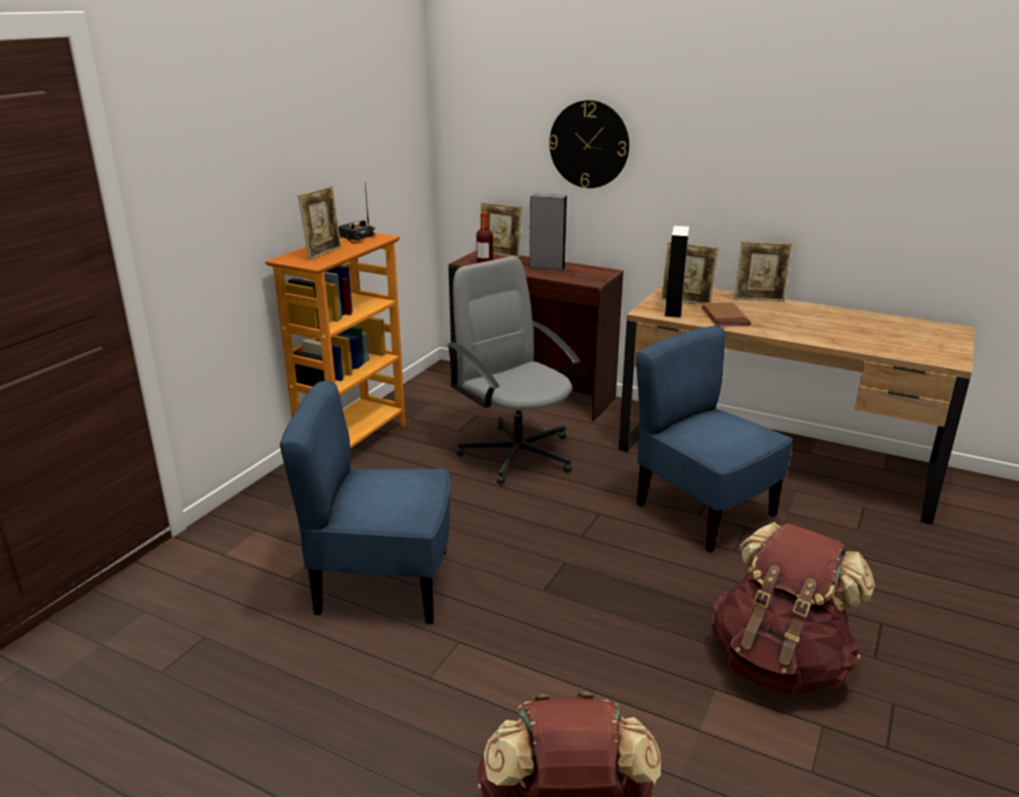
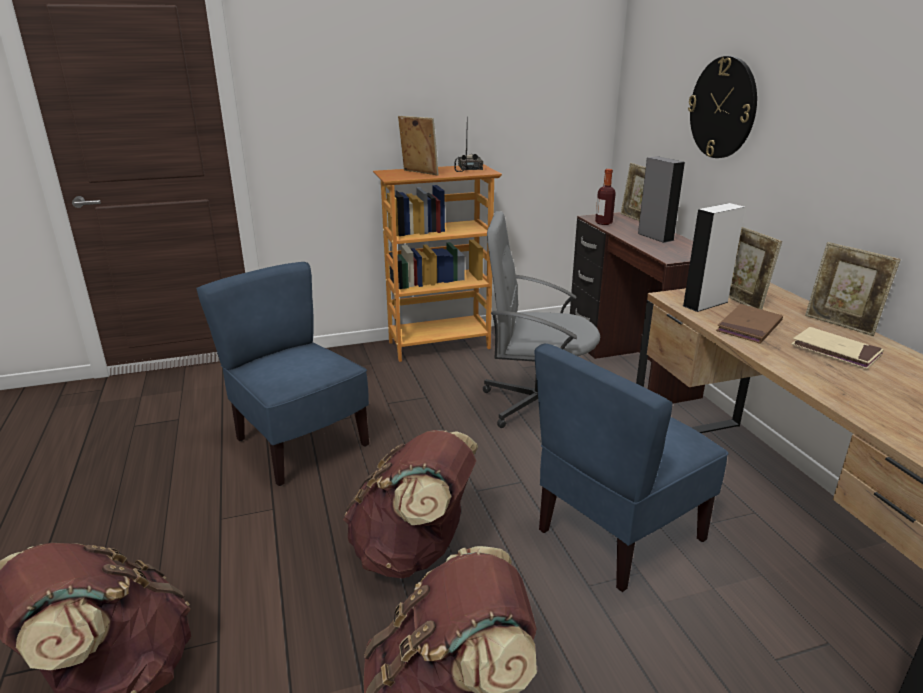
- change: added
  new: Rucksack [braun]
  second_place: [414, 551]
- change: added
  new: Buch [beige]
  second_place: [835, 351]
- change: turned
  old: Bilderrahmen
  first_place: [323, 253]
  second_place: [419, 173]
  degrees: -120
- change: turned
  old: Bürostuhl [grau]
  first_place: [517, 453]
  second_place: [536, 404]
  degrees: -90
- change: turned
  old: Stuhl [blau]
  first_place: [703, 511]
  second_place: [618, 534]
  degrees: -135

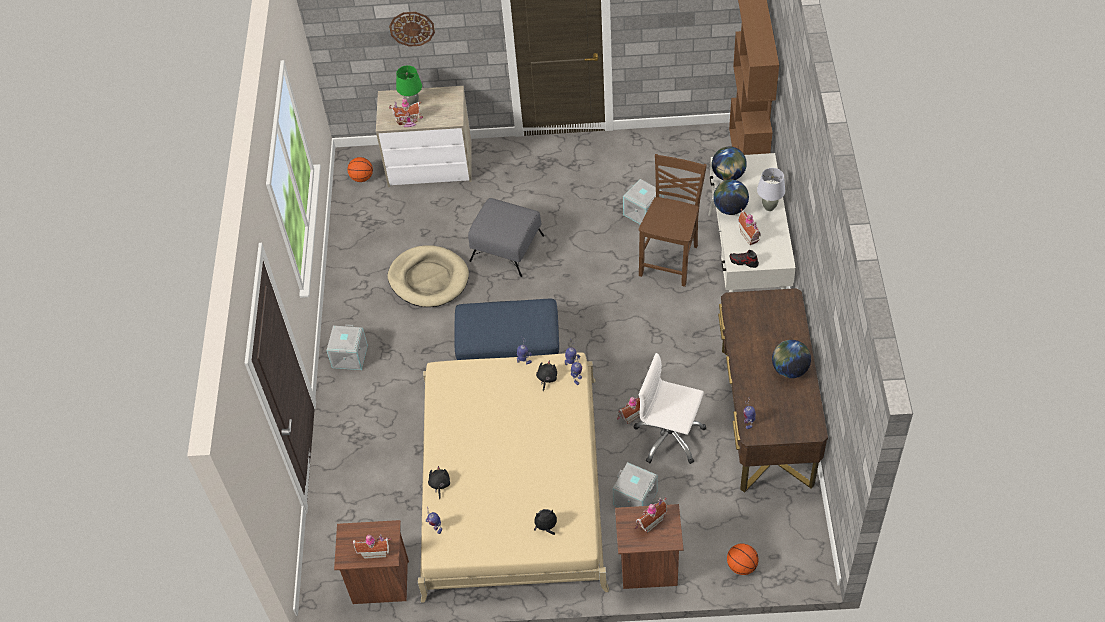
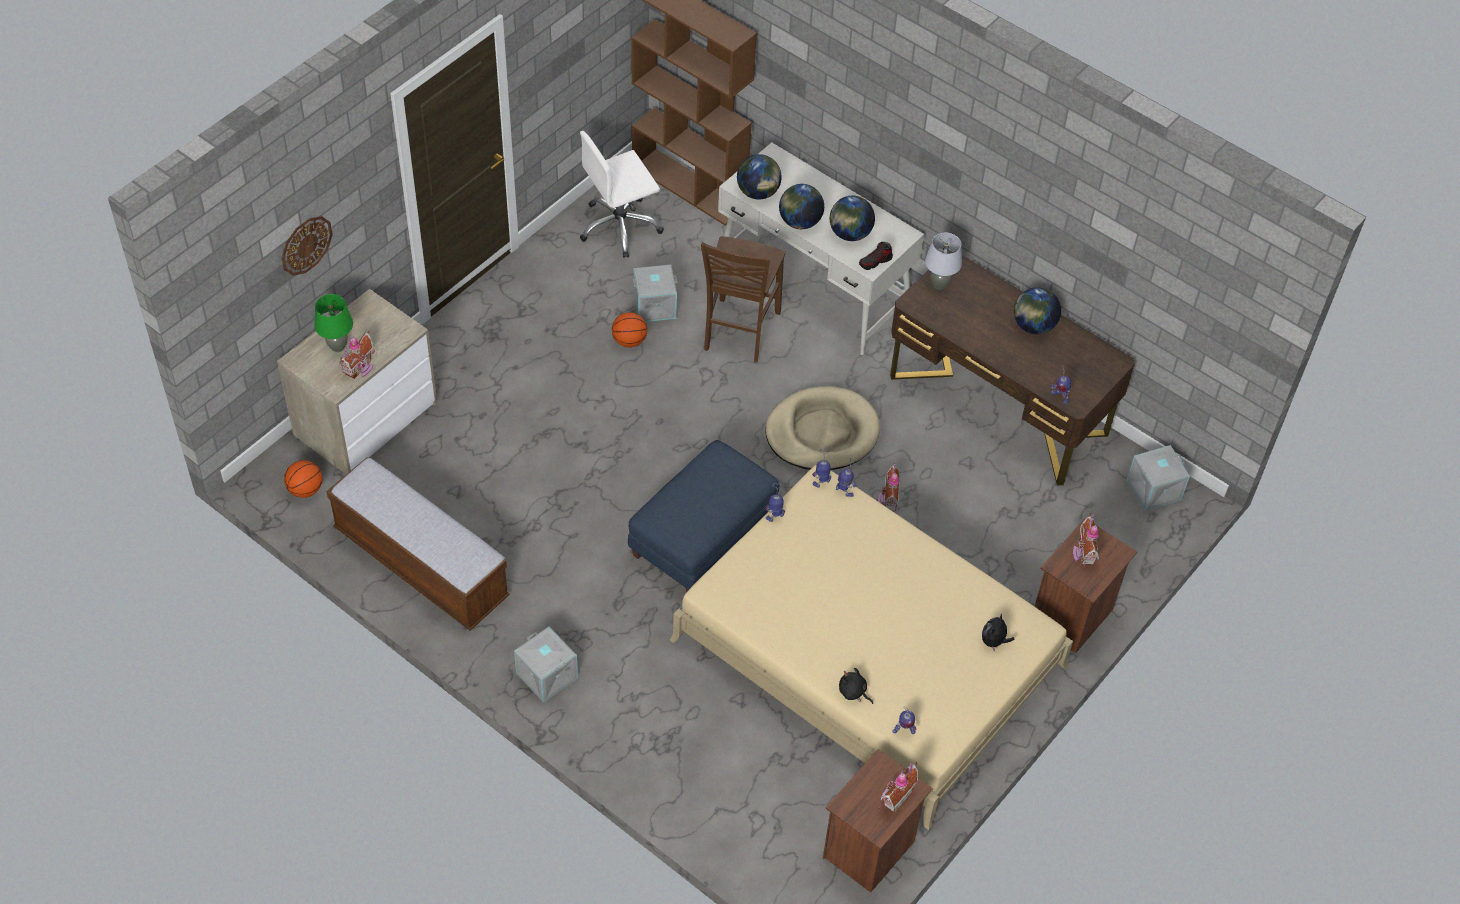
- change: removed
  old: Polsterhocker [grau]
  first_place: [506, 247]
- change: removed
  old: Plüschtier [schwarz]
  first_place: [546, 378]
- change: added
  new: Bank
  second_place: [421, 564]
- change: moved
  old: Hundebett [beige]
  first_place: [429, 279]
  second_place: [822, 432]
- change: moved
  old: Aufbewahrungsbox [grau]
  first_place: [634, 498]
  second_place: [1154, 490]
- change: moved
  old: Bürostuhl [weiß]
  first_place: [669, 437]
  second_place: [620, 227]
- change: moved
  old: Basketball
  first_place: [741, 566]
  second_place: [629, 341]
- change: moved
  old: Tischlampe [grau]
  first_place: [769, 207]
  second_place: [939, 285]
- change: replaced
  old: Spielzeughaus
  new: Globus
  first_place: [750, 236]
  second_place: [850, 234]
- change: turned
  old: Stuhl [braun]
  first_place: [670, 260]
  second_place: [739, 331]
  degrees: -135

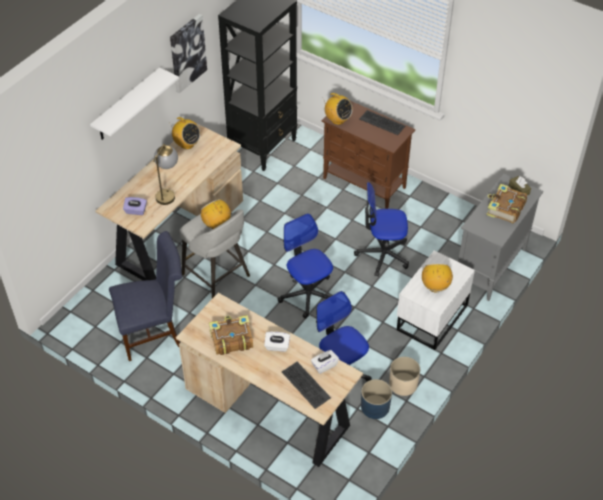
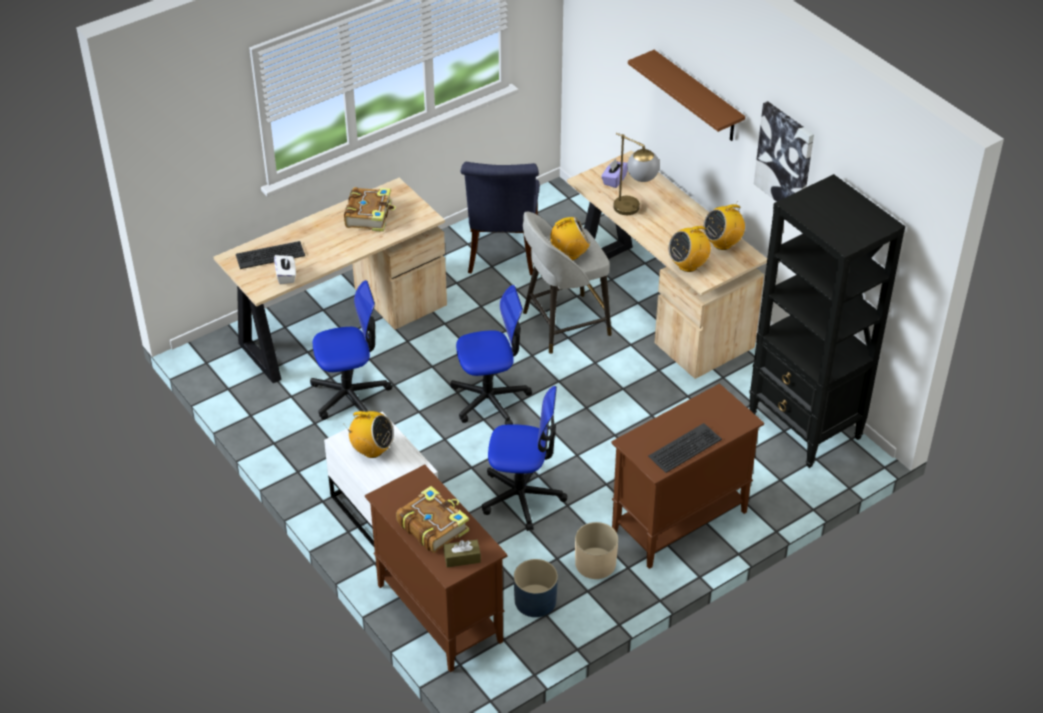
- change: removed
  old: Taschentuchbox [weiß]
  first_place: [277, 346]
- change: moved
  old: Radio
  first_place: [337, 120]
  second_place: [688, 265]
- change: moved
  old: Pflanzkübel [blau]
  first_place: [375, 407]
  second_place: [535, 601]
- change: moved
  old: Pflanzkübel [beige]
  first_place: [403, 384]
  second_place: [595, 563]
- change: recoloured
  old: Wandregal [weiß]
  new: Wandregal [braun]
  first_place: [127, 105]
  second_place: [697, 97]
- change: recoloured
  old: Schrank [grau]
  new: Schrank [braun]
  first_place: [490, 267]
  second_place: [438, 612]
- change: turned
  old: Bürostuhl
  first_place: [382, 255]
  second_place: [522, 496]
  degrees: 75

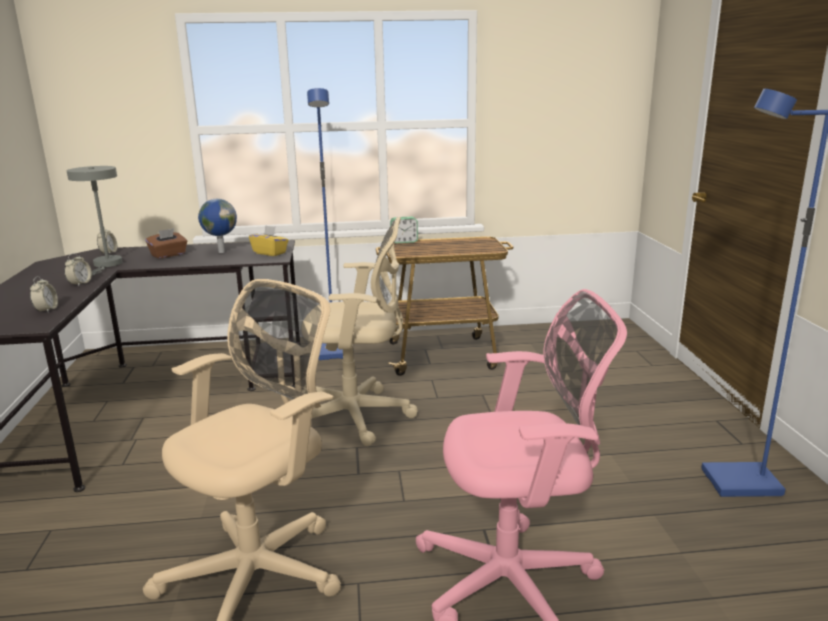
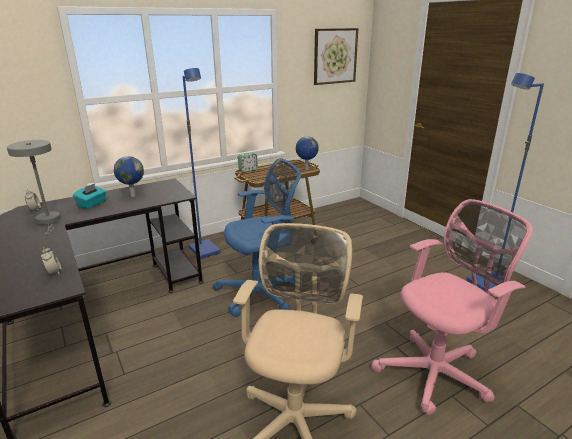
- change: removed
  old: Wecker
  first_place: [80, 284]
- change: removed
  old: Taschentuchbox [gelb]
  first_place: [270, 253]
- change: added
  new: Globus
  second_place: [306, 169]
- change: added
  new: Bild
  second_place: [335, 56]
- change: recoloured
  old: Taschentuchbox [braun]
  new: Taschentuchbox [türkis]
  first_place: [168, 255]
  second_place: [92, 204]
- change: recoloured
  old: Bürostuhl [beige]
  new: Bürostuhl [blau]
  first_place: [357, 416]
  second_place: [261, 293]

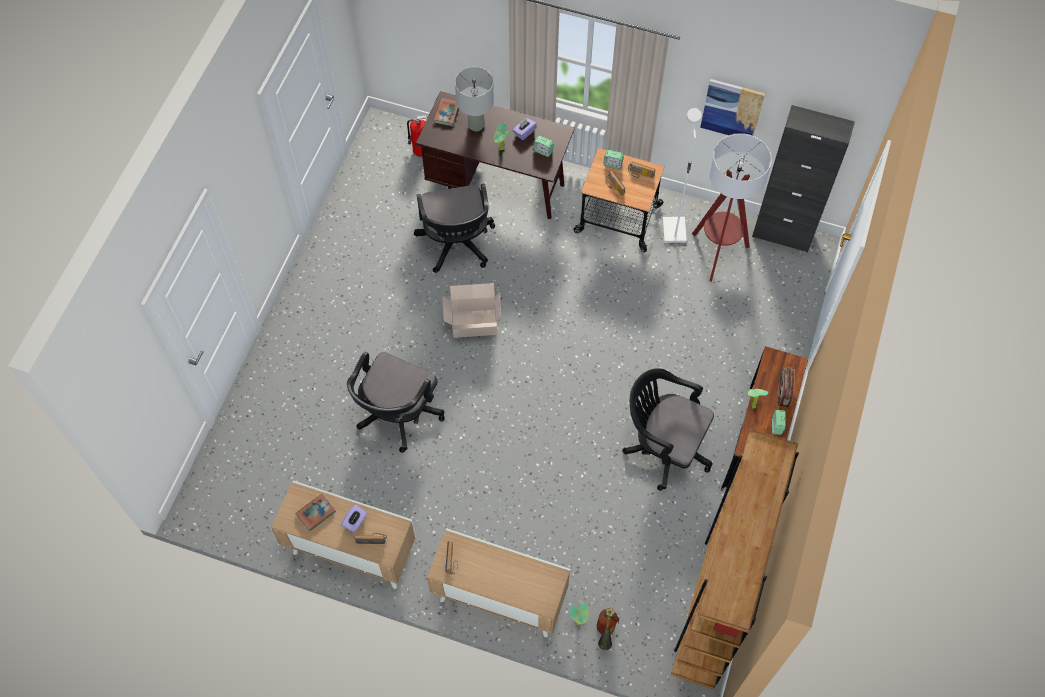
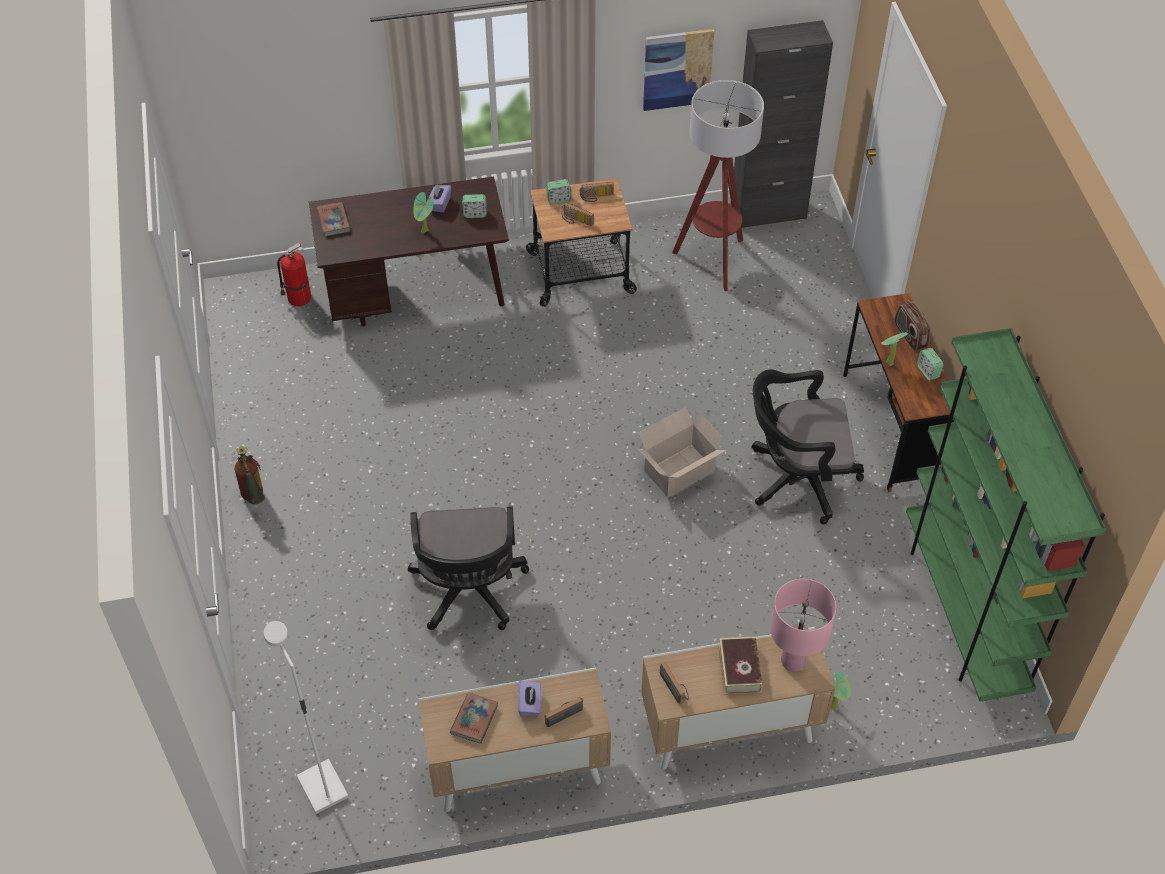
- change: removed
  old: Bürostuhl [schwarz]
  first_place: [457, 245]
- change: removed
  old: Tischlampe [grau]
  first_place: [476, 125]
- change: added
  new: Buch
  second_place: [739, 669]
- change: added
  new: Tischlampe [rosa]
  second_place: [793, 661]
- change: moved
  old: Karton
  first_place: [472, 323]
  second_place: [677, 471]
- change: moved
  old: Feuerlöscher
  first_place: [605, 634]
  second_place: [255, 501]
- change: moved
  old: Stehlampe [weiß]
  first_place: [673, 230]
  second_place: [321, 787]
- change: recoloured
  old: Bücherregal [braun]
  new: Bücherregal [grün]
  first_place: [713, 604]
  second_place: [964, 610]

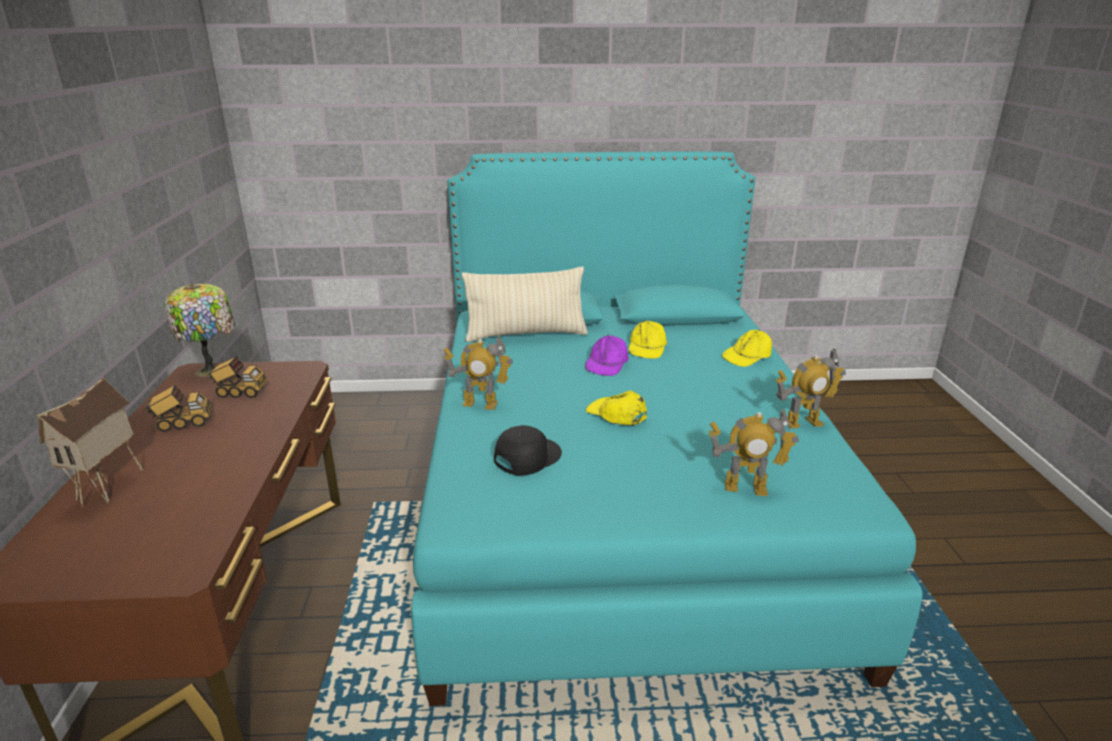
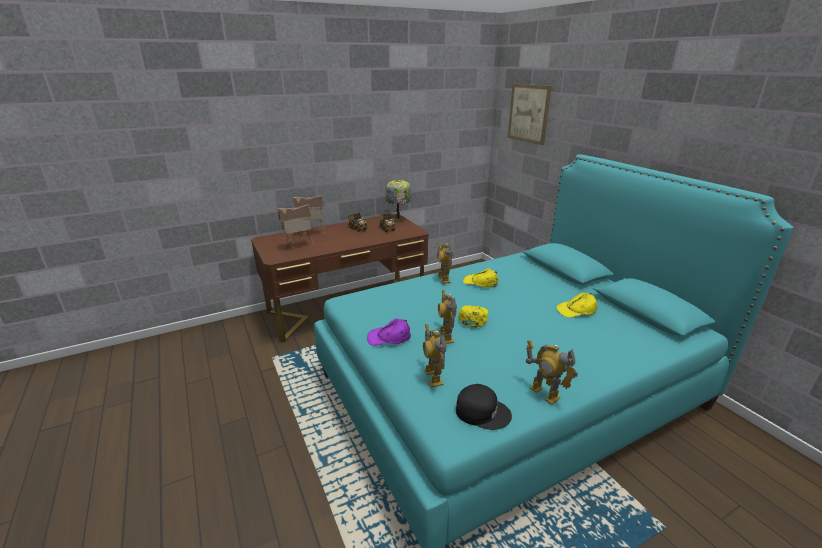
- change: removed
  old: Kissen [beige]
  first_place: [526, 334]
- change: added
  new: Spielzeughaus
  second_place: [299, 246]
- change: added
  new: Spielzeugroboter
  second_place: [446, 336]
- change: added
  new: Bild
  second_place: [528, 113]
- change: moved
  old: Kappe [schwarz]
  first_place: [527, 456]
  second_place: [482, 411]
- change: moved
  old: Kappe [lila]
  first_place: [607, 363]
  second_place: [389, 337]
- change: moved
  old: Kappe [gelb]
  first_place: [747, 355]
  second_place: [480, 282]

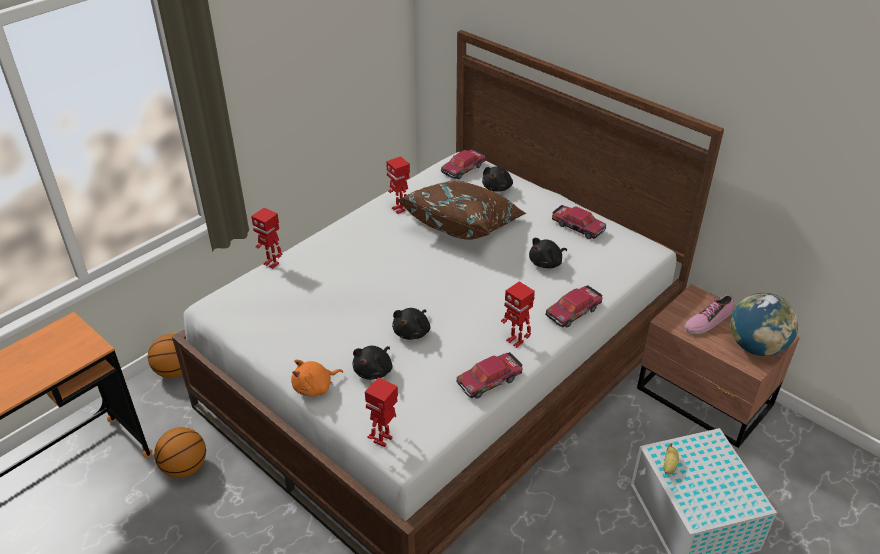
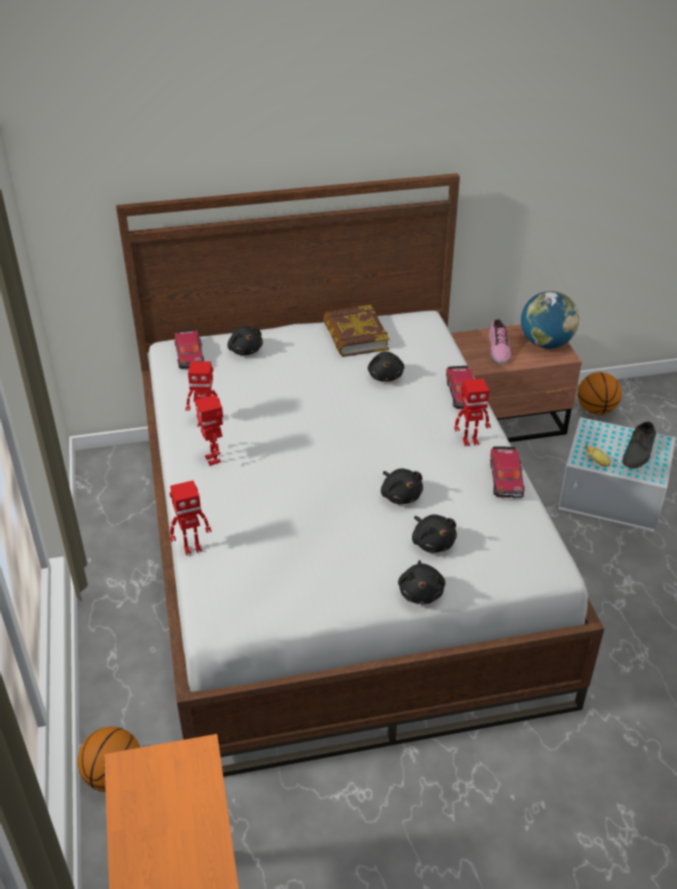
- change: removed
  old: Kissen [braun]
  first_place: [463, 225]
- change: added
  new: Schuh [grau]
  second_place: [639, 451]
- change: moved
  old: Basketball
  first_place: [184, 467]
  second_place: [595, 410]
- change: moved
  old: Spielzeugroboter
  first_place: [384, 440]
  second_place: [213, 459]
- change: replaced
  old: Spielzeugauto
  new: Buch
  first_place: [578, 226]
  second_place: [355, 336]
- change: recoloured
  old: Plüschtier [orange]
  new: Plüschtier [schwarz]
  first_place: [315, 387]
  second_place: [421, 592]

